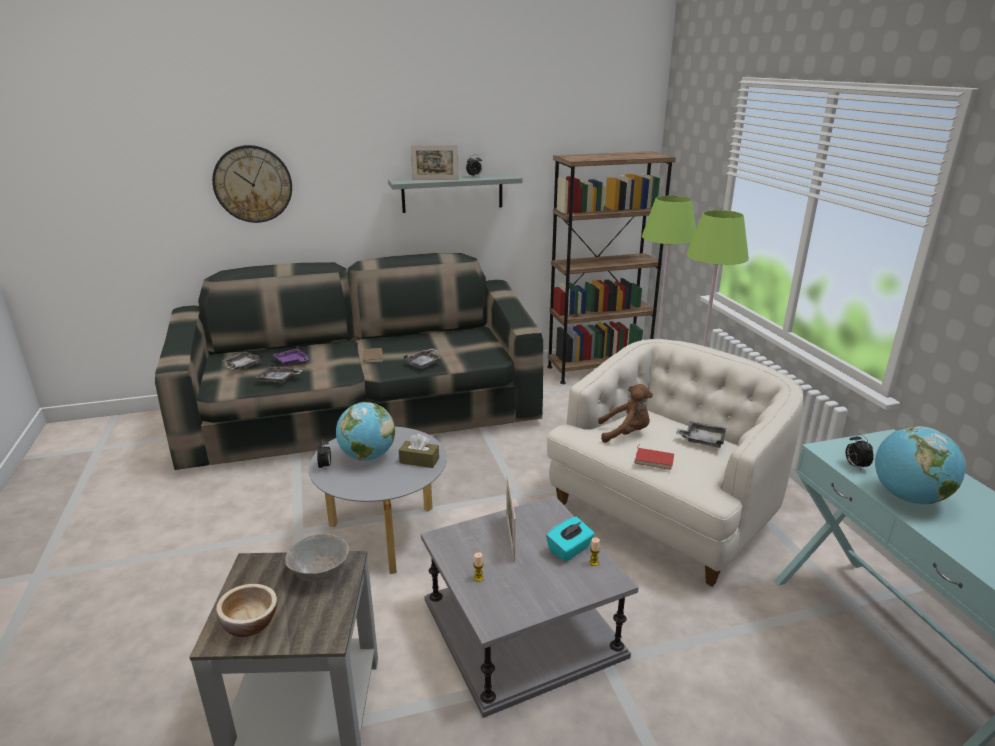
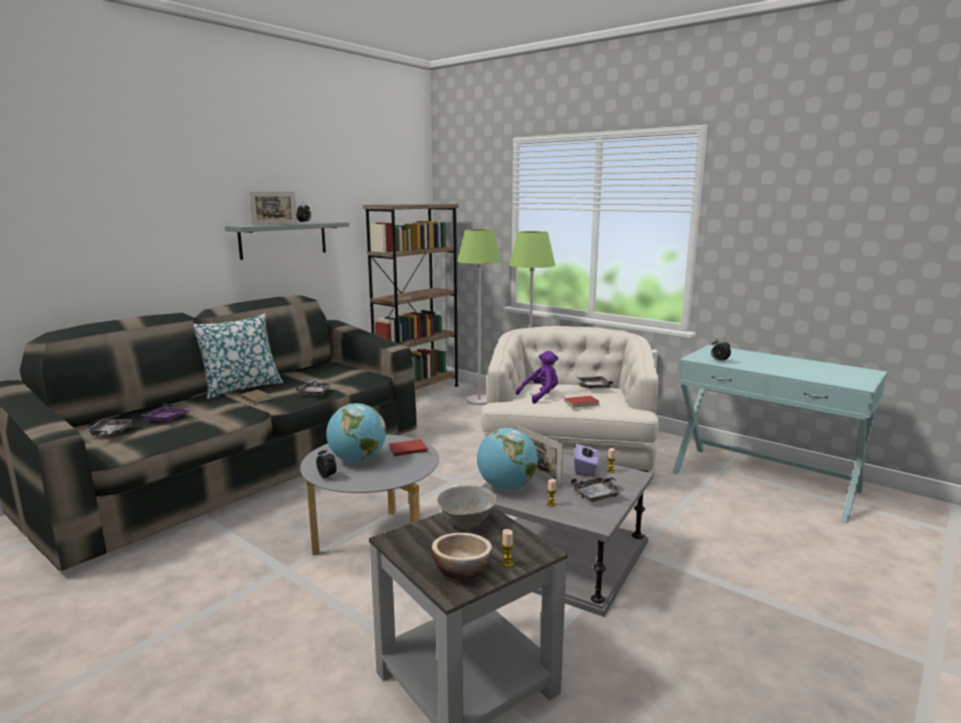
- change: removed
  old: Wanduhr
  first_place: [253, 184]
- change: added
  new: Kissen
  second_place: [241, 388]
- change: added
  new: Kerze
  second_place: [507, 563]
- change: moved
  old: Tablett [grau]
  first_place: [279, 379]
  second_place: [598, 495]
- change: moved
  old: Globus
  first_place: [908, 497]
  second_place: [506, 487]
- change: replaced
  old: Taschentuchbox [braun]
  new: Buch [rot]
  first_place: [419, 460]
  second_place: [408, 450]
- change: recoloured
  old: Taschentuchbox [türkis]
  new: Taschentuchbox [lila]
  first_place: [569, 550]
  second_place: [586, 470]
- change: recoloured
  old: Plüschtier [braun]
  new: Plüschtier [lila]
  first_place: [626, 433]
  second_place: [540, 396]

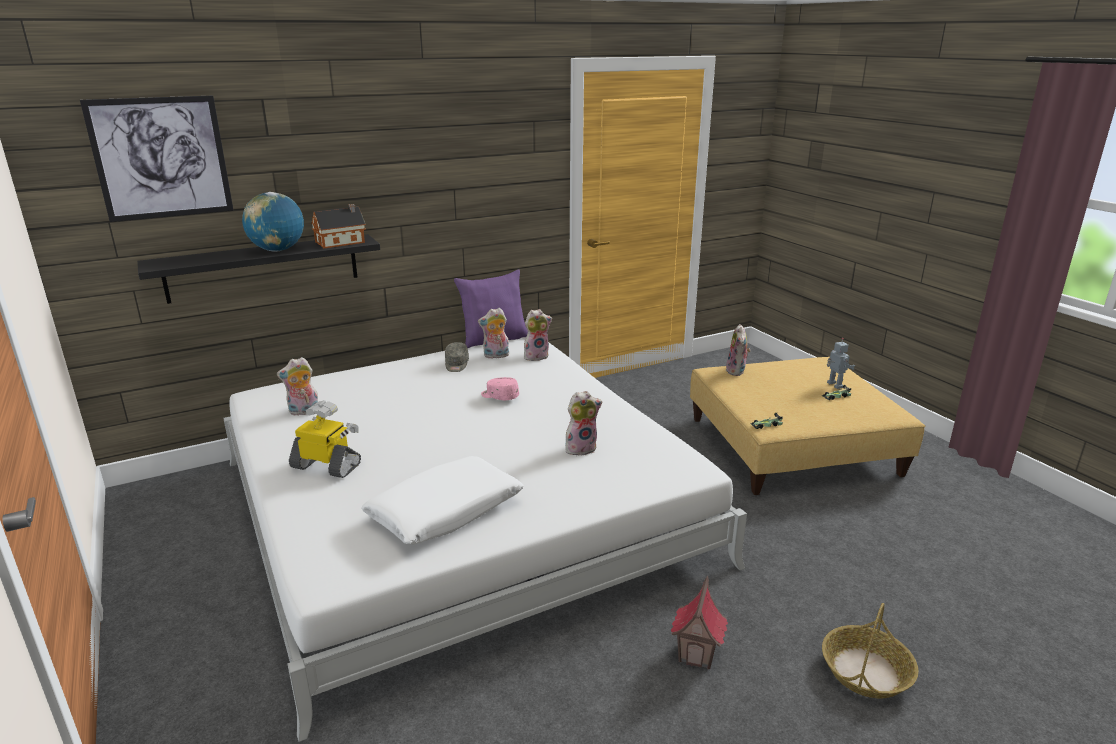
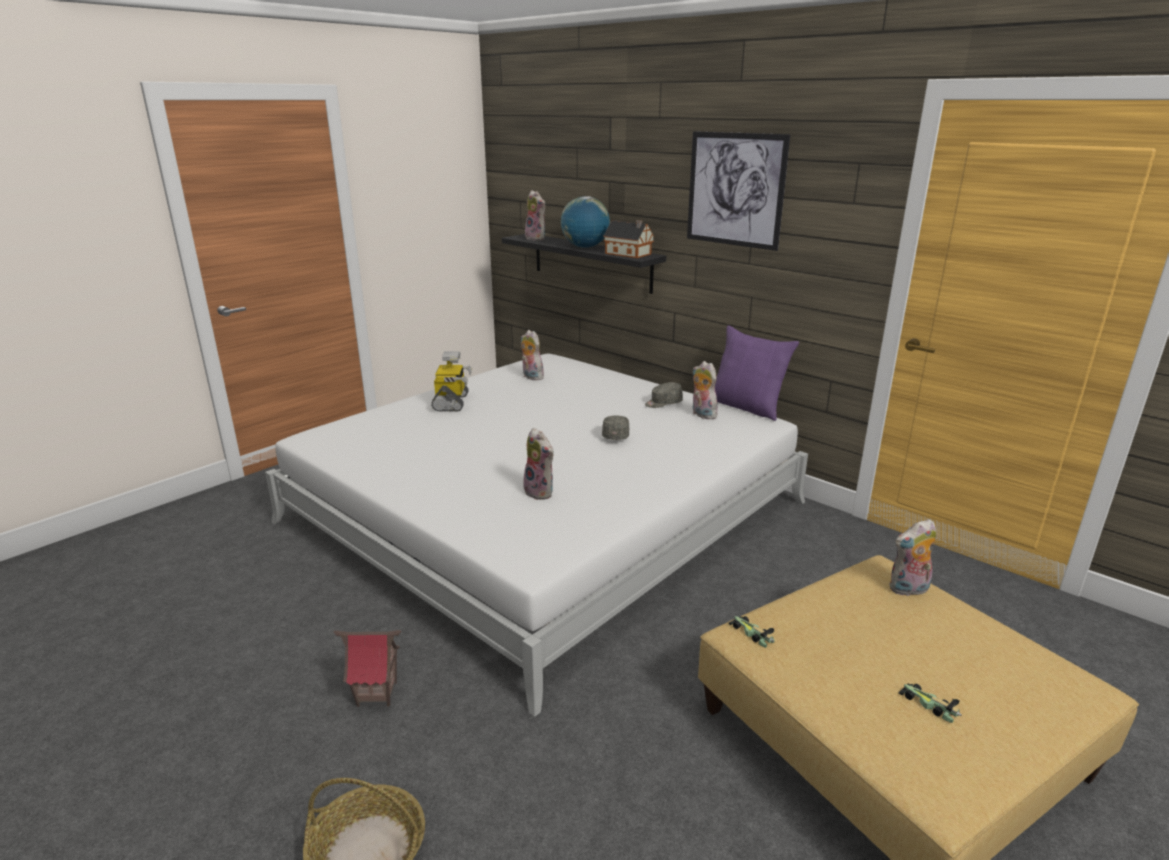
- change: removed
  old: Kissen [weiß]
  first_place: [445, 512]
- change: removed
  old: Spielzeugroboter
  first_place: [834, 385]
- change: moved
  old: Bild
  first_place: [161, 158]
  second_place: [735, 190]
- change: moved
  old: Plüschtier
  first_place: [536, 356]
  second_place: [537, 238]
- change: recoloured
  old: Kappe [rosa]
  new: Kappe [grau]
  first_place: [499, 396]
  second_place: [616, 435]

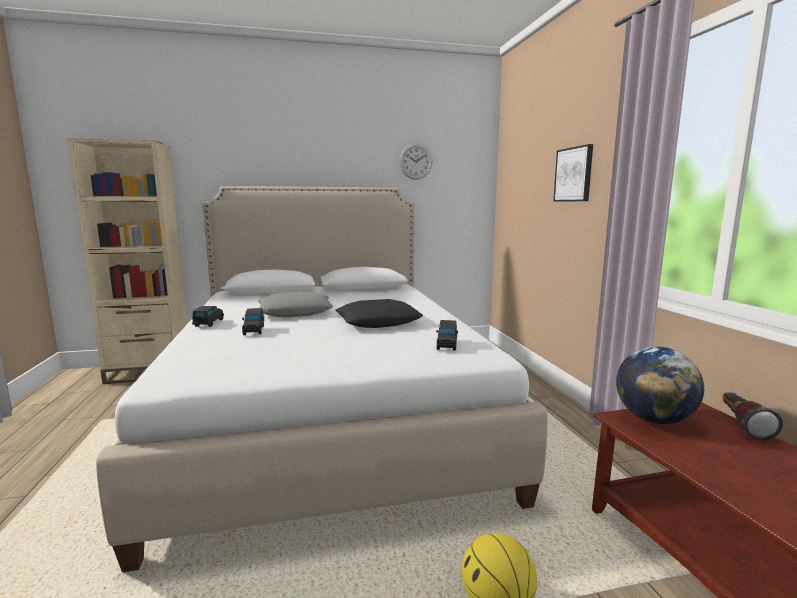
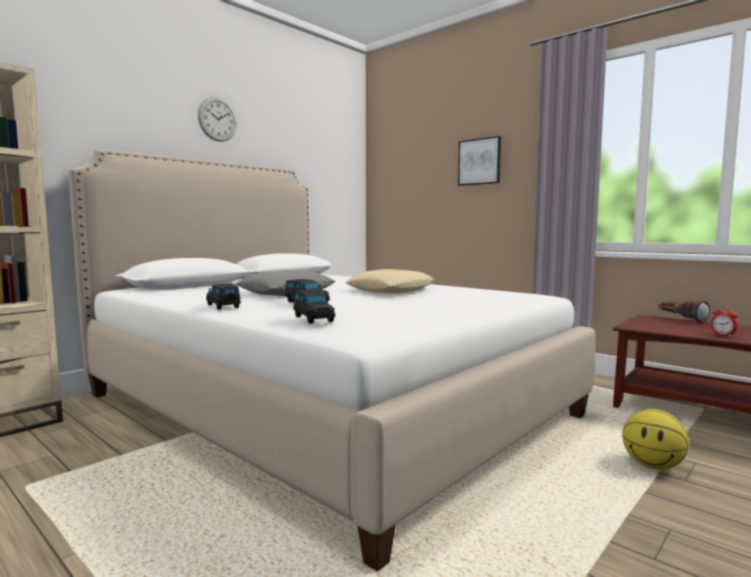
- change: removed
  old: Globus
  first_place: [654, 419]
- change: added
  new: Wecker
  second_place: [723, 335]
- change: moved
  old: Wanduhr
  first_place: [415, 161]
  second_place: [217, 119]
- change: moved
  old: Spielzeugauto [schwarz]
  first_place: [447, 344]
  second_place: [313, 318]
- change: recoloured
  old: Kissen [schwarz]
  new: Kissen [beige]
  first_place: [378, 321]
  second_place: [391, 290]

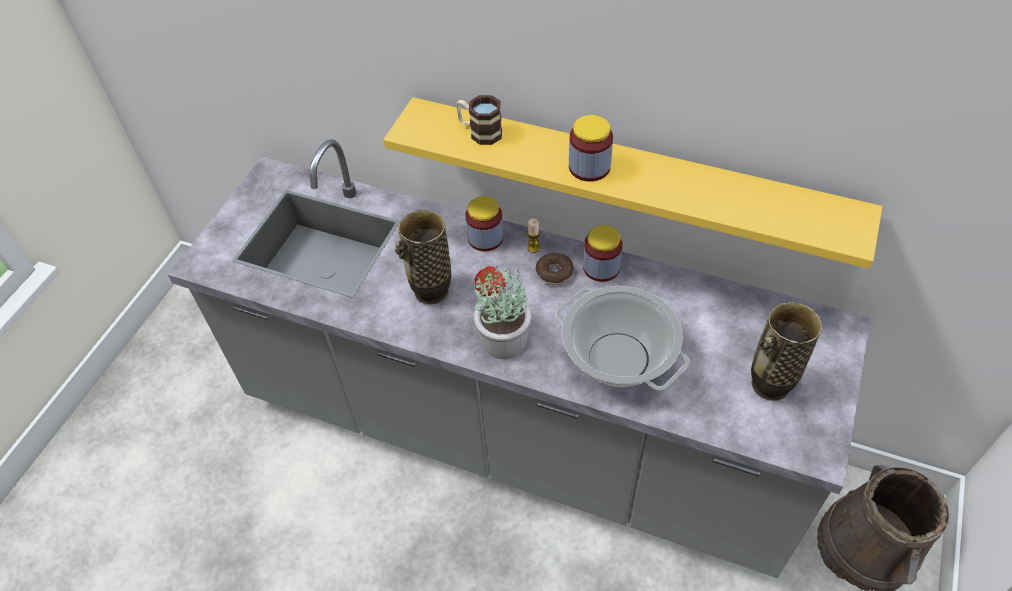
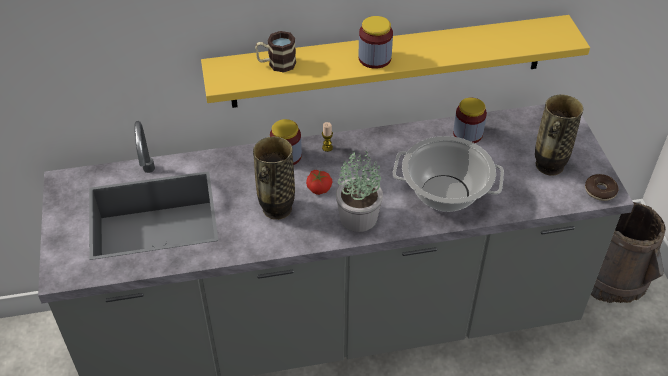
- change: moved
  old: Donut
  first_place: [554, 273]
  second_place: [600, 191]
- change: moved
  old: Vorratsglas
  first_place: [601, 267]
  second_place: [467, 134]

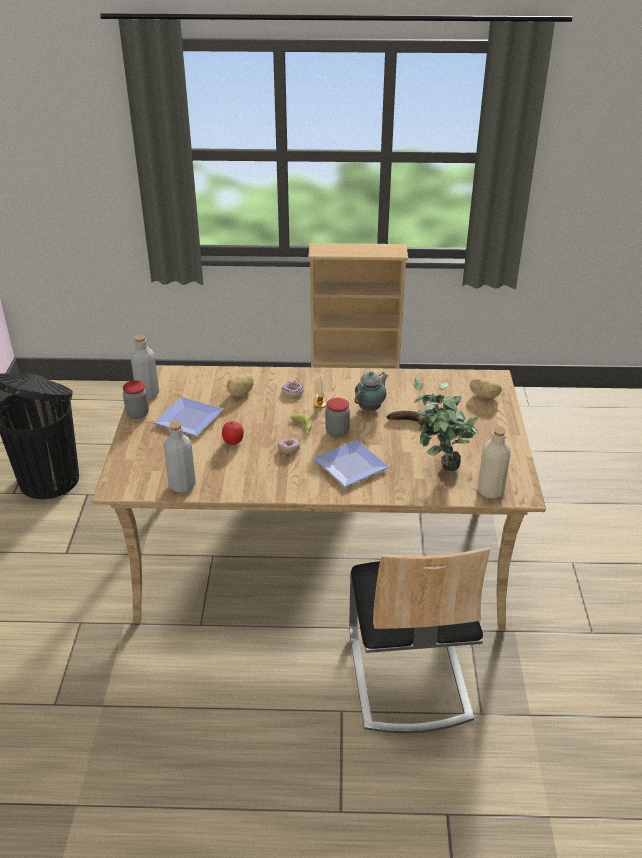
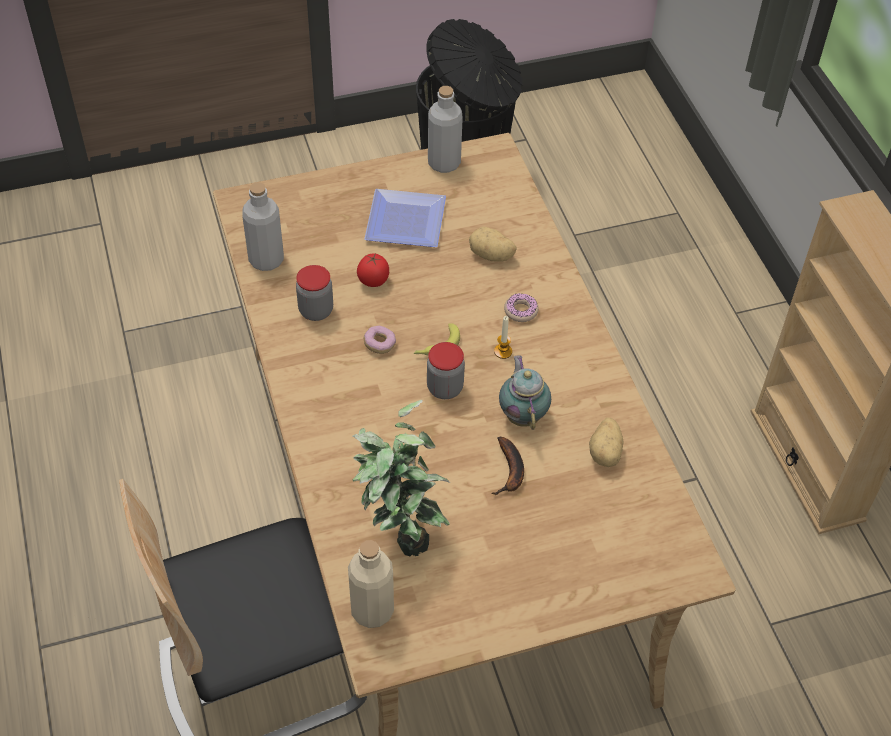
- change: removed
  old: Teller
  first_place: [350, 467]
- change: moved
  old: Vorratsglas
  first_place: [138, 413]
  second_place: [316, 310]
- change: moved
  old: Kartoffel
  first_place: [484, 395]
  second_place: [606, 452]
- change: turned
  old: Teekanne
  first_place: [371, 408]
  second_place: [523, 414]
  degrees: -120

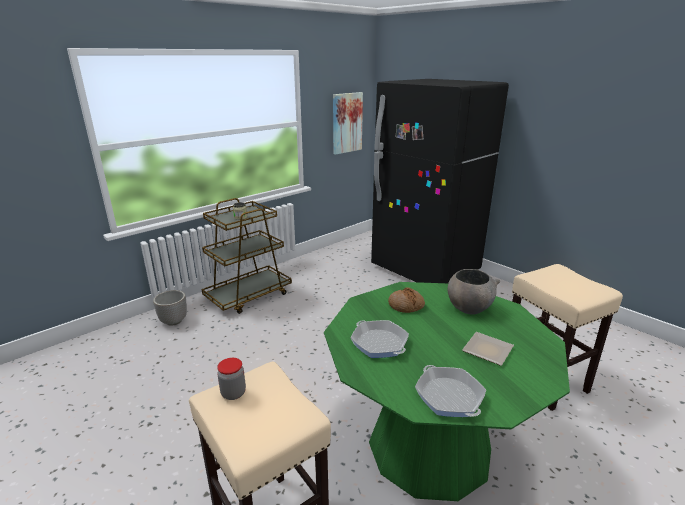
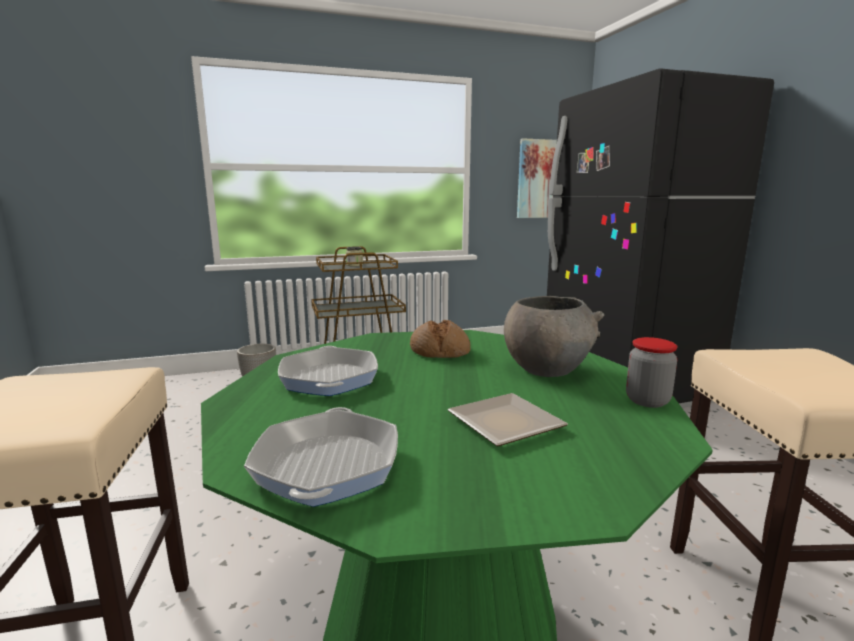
- change: moved
  old: Vorratsglas
  first_place: [233, 393]
  second_place: [647, 401]

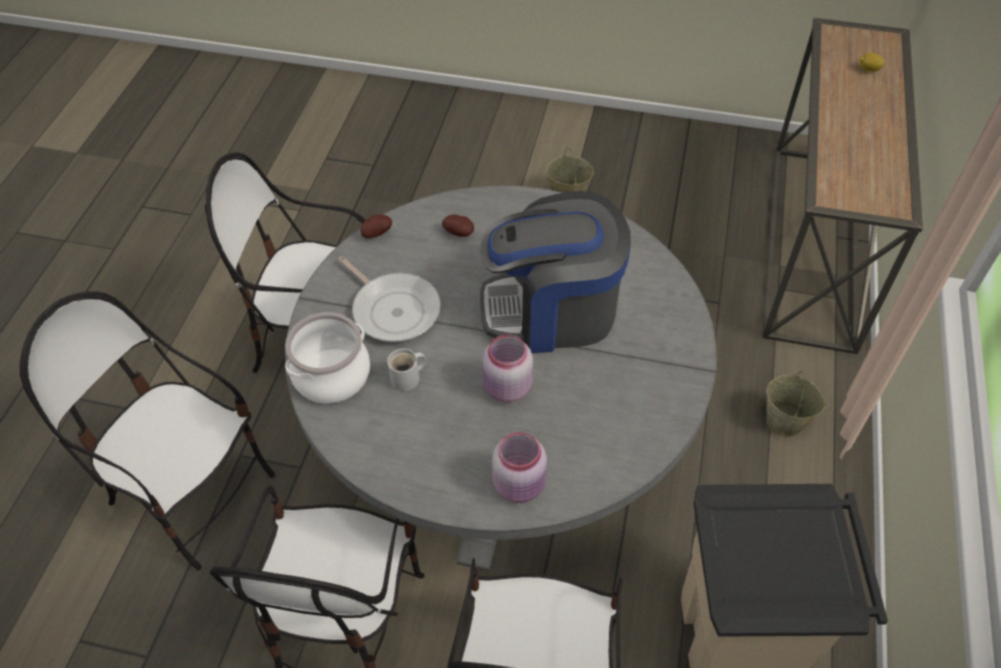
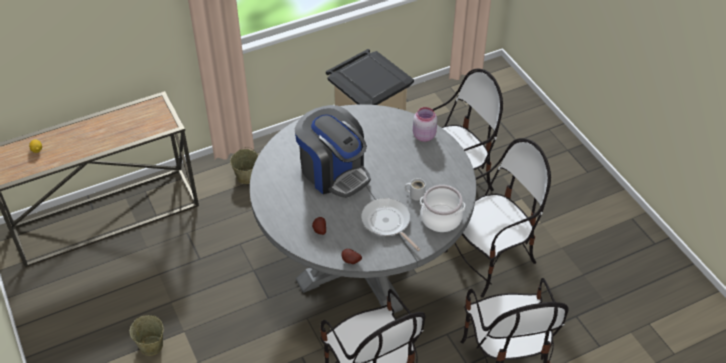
- change: removed
  old: Vorratsglas [rosa]
  first_place: [506, 388]
- change: turned
  old: Pfanne
  first_place: [393, 309]
  second_place: [387, 223]
  degrees: -45

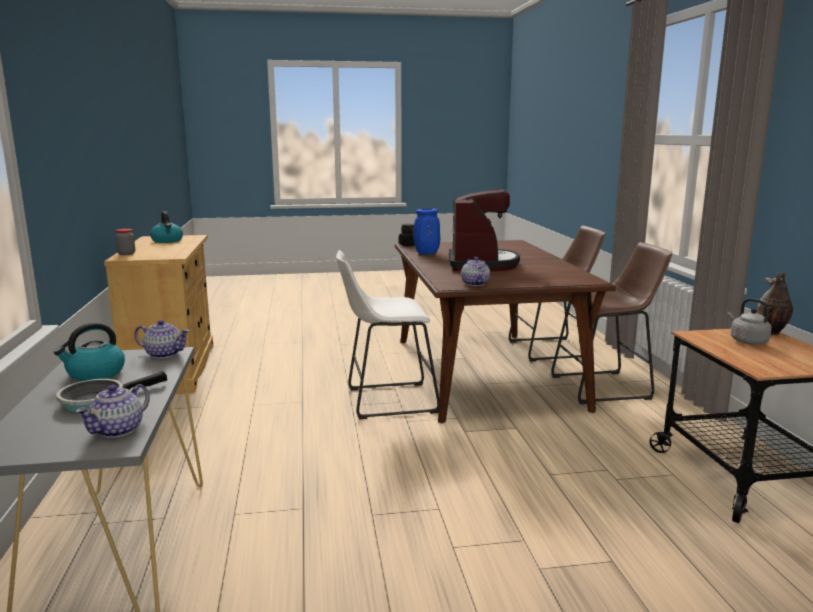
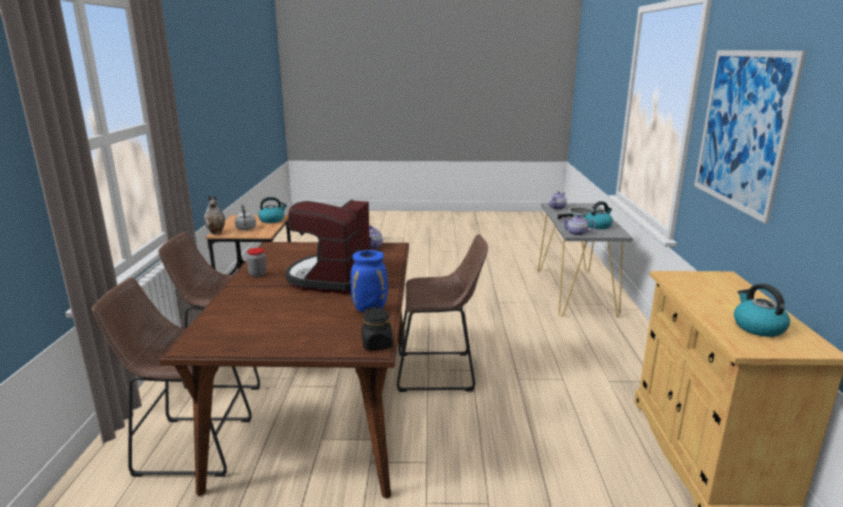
- change: added
  new: Wasserkessel
  second_place: [272, 220]
- change: added
  new: Bild
  second_place: [742, 129]
- change: moved
  old: Vorratsglas
  first_place: [126, 254]
  second_place: [258, 274]
- change: recoloured
  old: Hocker [weiß]
  new: Hocker [braun]
  first_place: [385, 400]
  second_place: [440, 372]

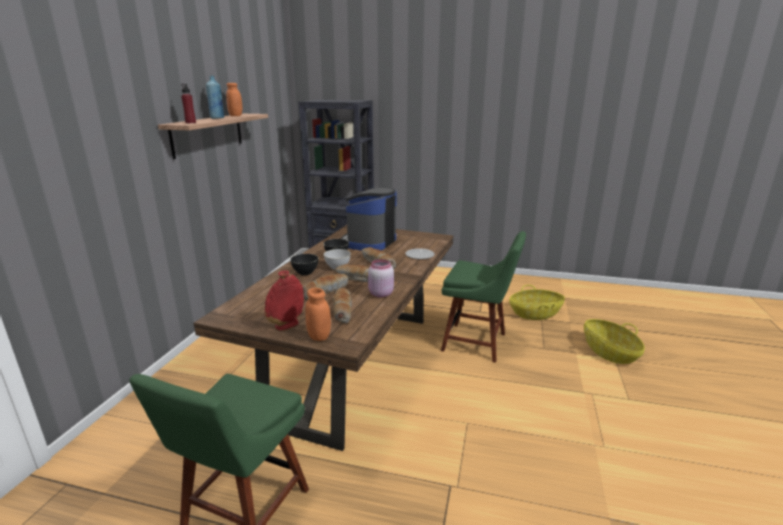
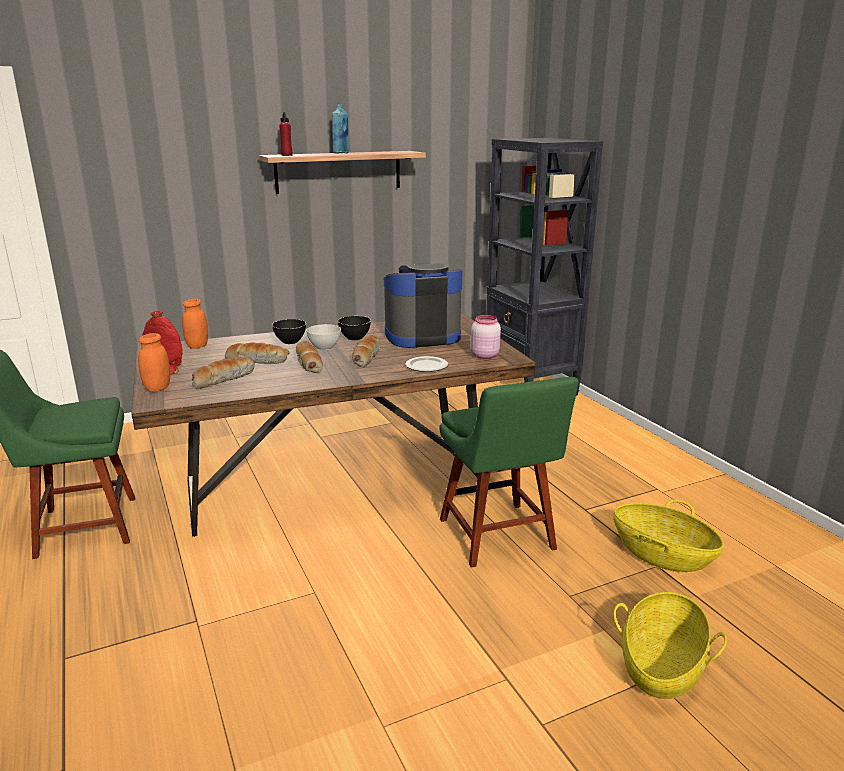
- change: moved
  old: Vorratsglas [orange]
  first_place: [235, 116]
  second_place: [197, 346]
- change: moved
  old: Vorratsglas [rosa]
  first_place: [380, 294]
  second_place: [484, 355]

